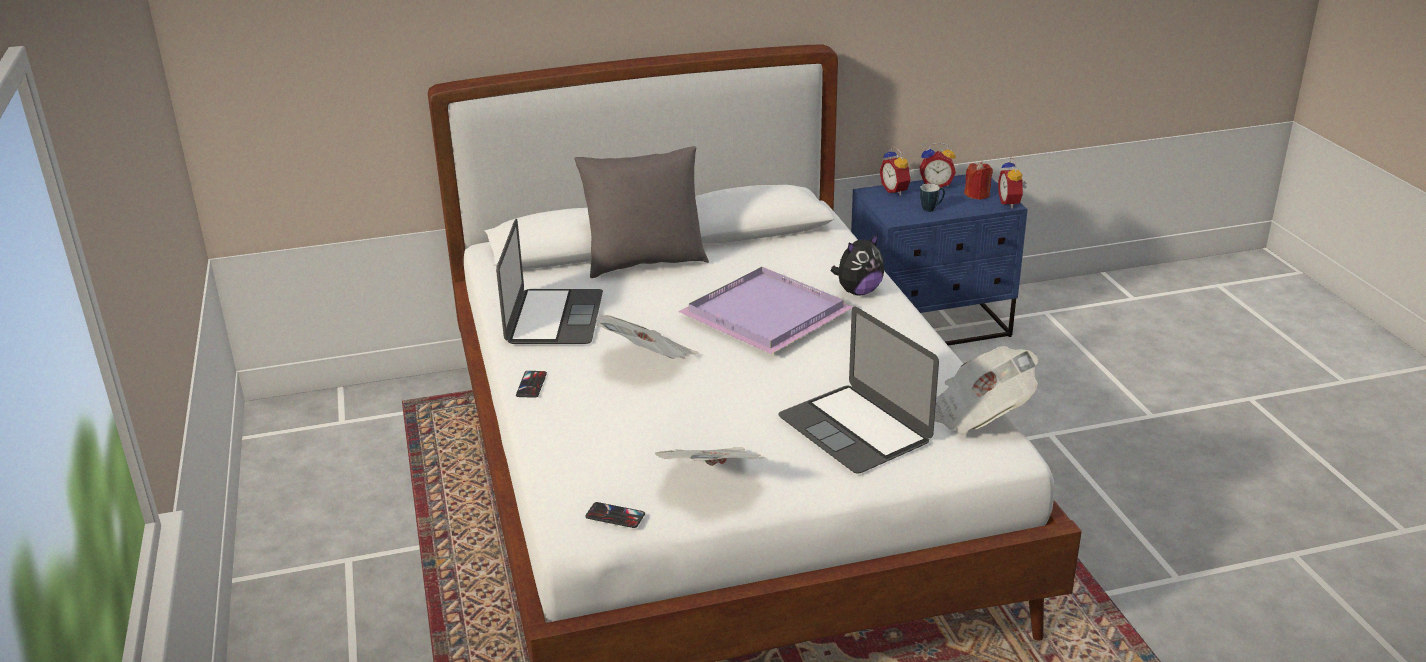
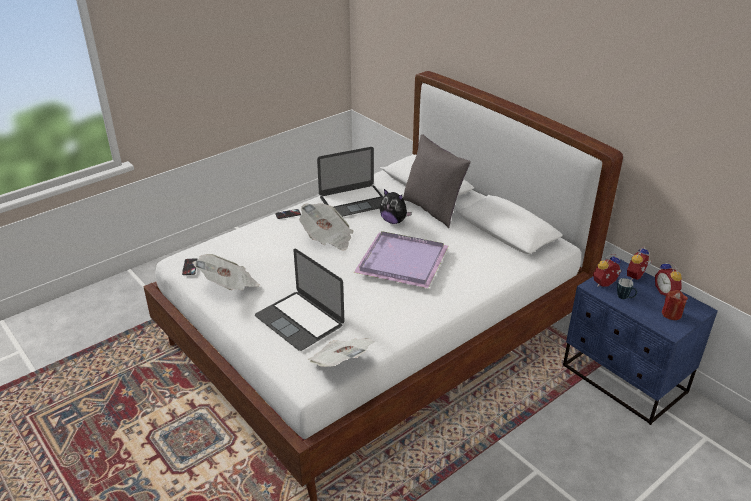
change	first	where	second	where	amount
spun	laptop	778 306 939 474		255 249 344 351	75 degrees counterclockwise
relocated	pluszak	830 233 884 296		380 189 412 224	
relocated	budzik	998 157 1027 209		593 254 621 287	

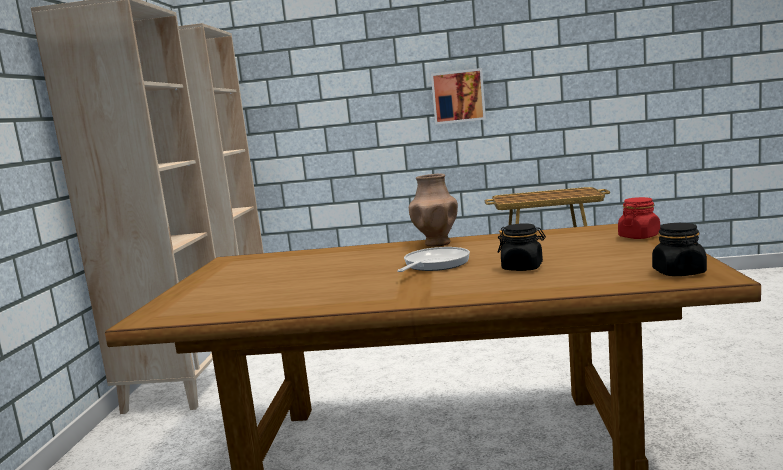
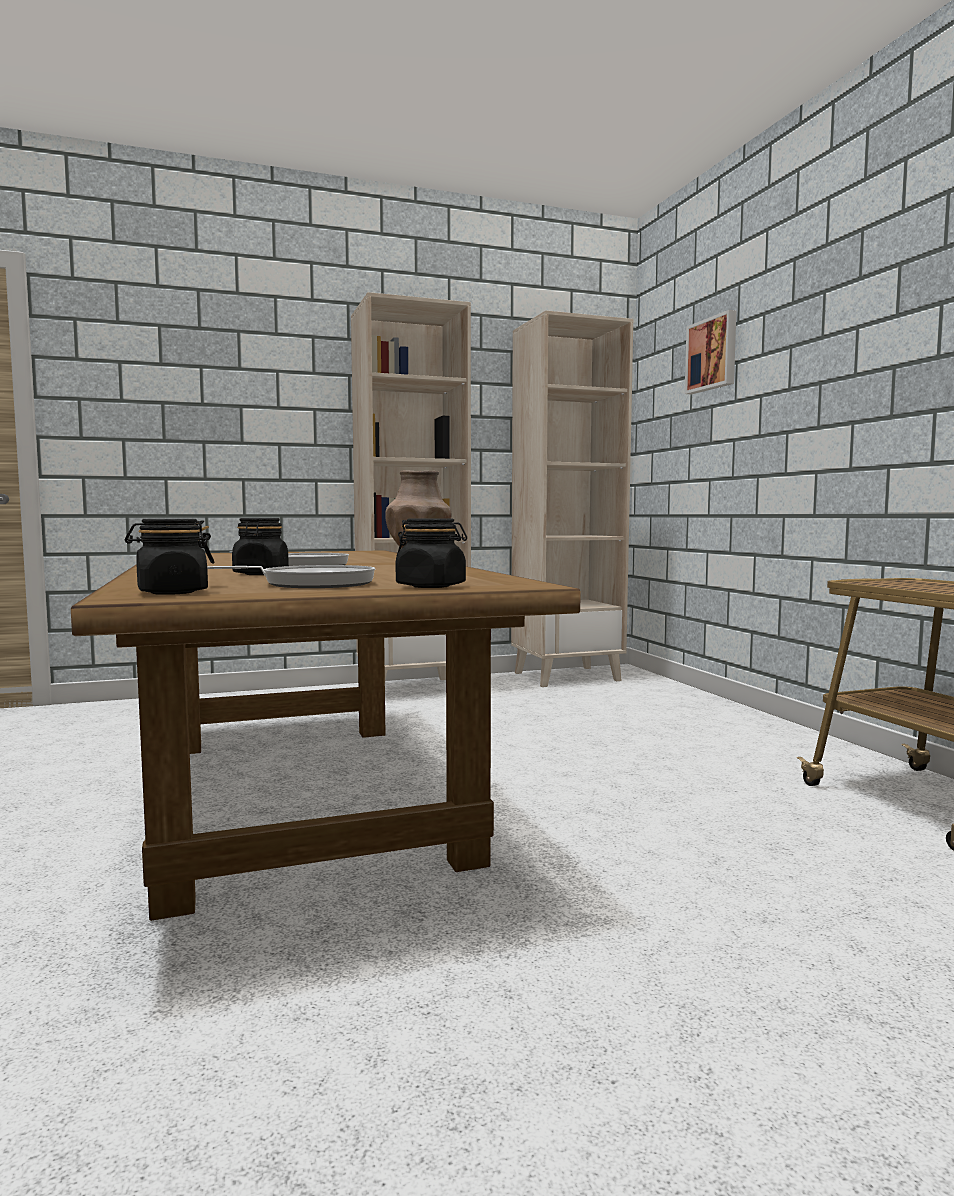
change	first	where	second	where	amount
appeared			patelnia	207 565 375 588	
colour	słoik/czerwony	618 197 660 239	słoik/czarny	395 518 467 588	
relocated	obraz	431 68 486 125		685 310 737 394	

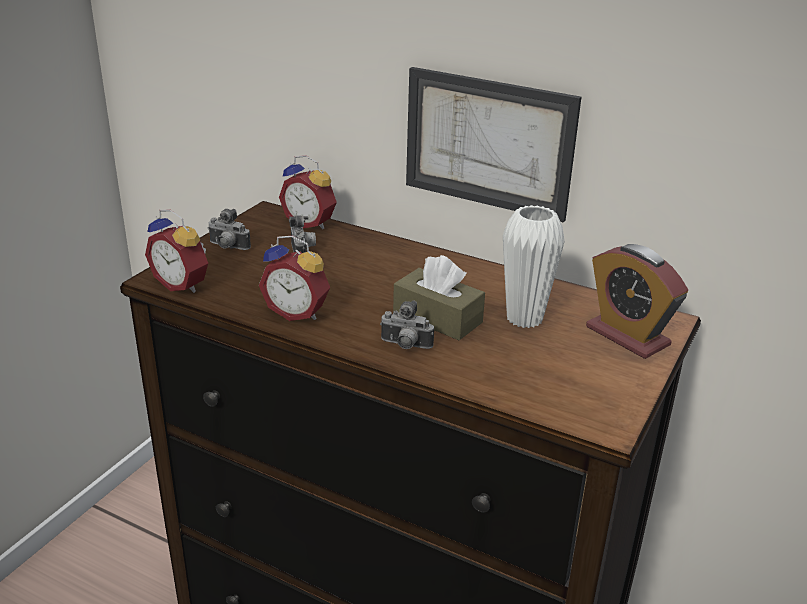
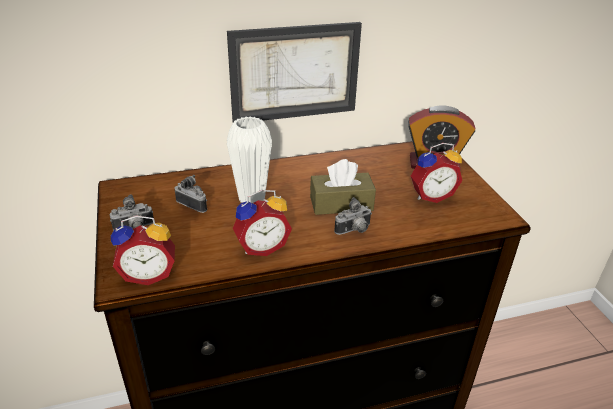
change	first	where	second	where	amount
relocated	wazon/biały	503 205 565 328		227 116 272 203	
relocated	budzik	279 155 337 229		411 143 462 203	

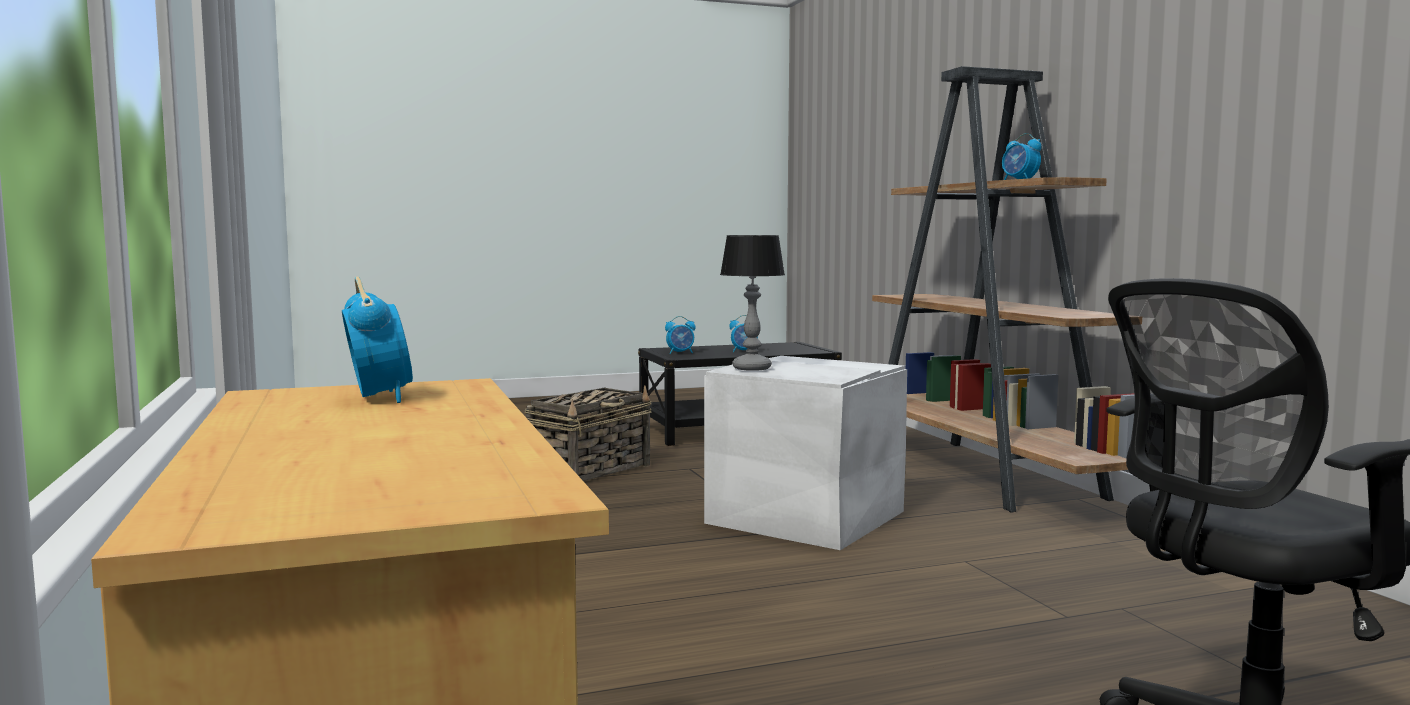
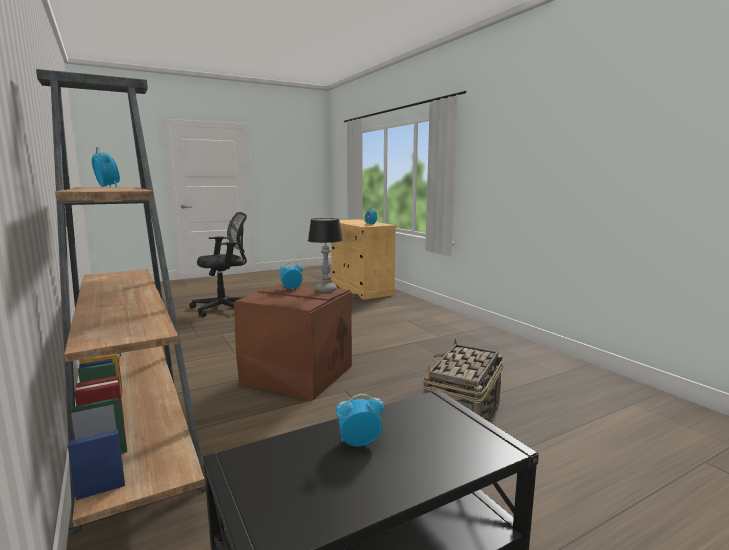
change	first	where	second	where	amount
colour	pojemnik do przechowywania/biały	704 356 907 550	pojemnik do przechowywania/brązowy	234 283 352 401	
relocated	budzik	665 316 696 354		279 262 303 289	

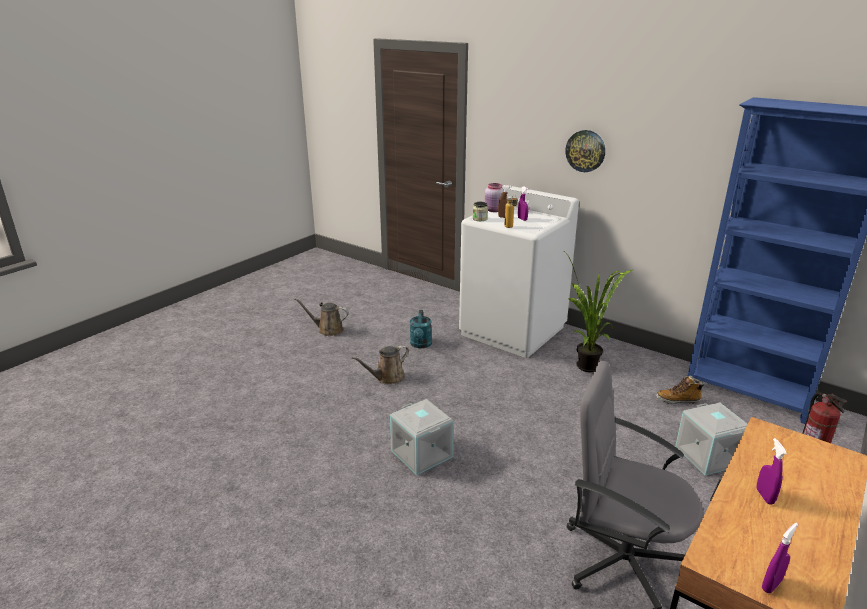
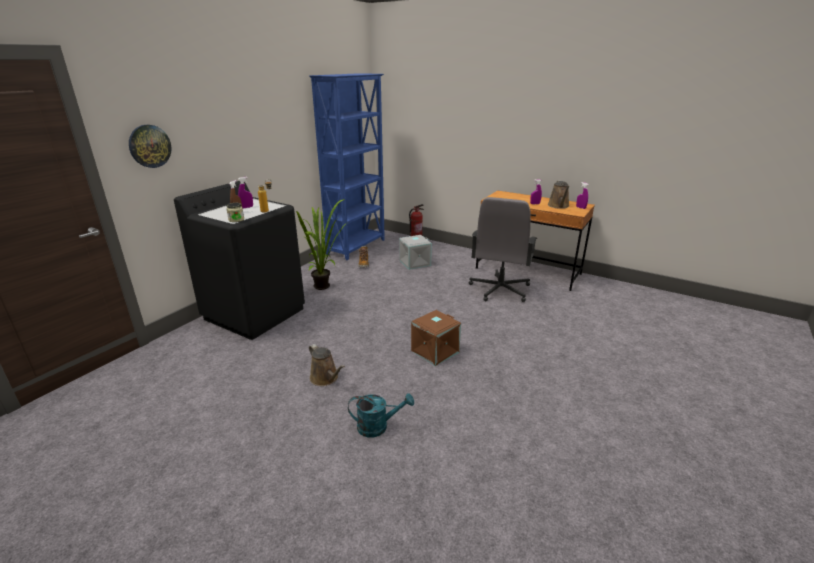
change	first	where	second	where	amount
relocated	zegar ścienny	565 130 605 172		129 125 172 168	
colour	pralka/biały	459 186 579 358	pralka/czarny	174 181 305 340	
relocated	konewka/turkusowy	410 310 432 348		348 393 414 438	
colour	pojemnik do przechowywania/szary	390 399 454 475	pojemnik do przechowywania/brązowy	411 310 461 366	
relocated	konewka/brązowy	294 298 349 336		548 181 570 209	
missing	słoik/różowy	485 183 504 212			

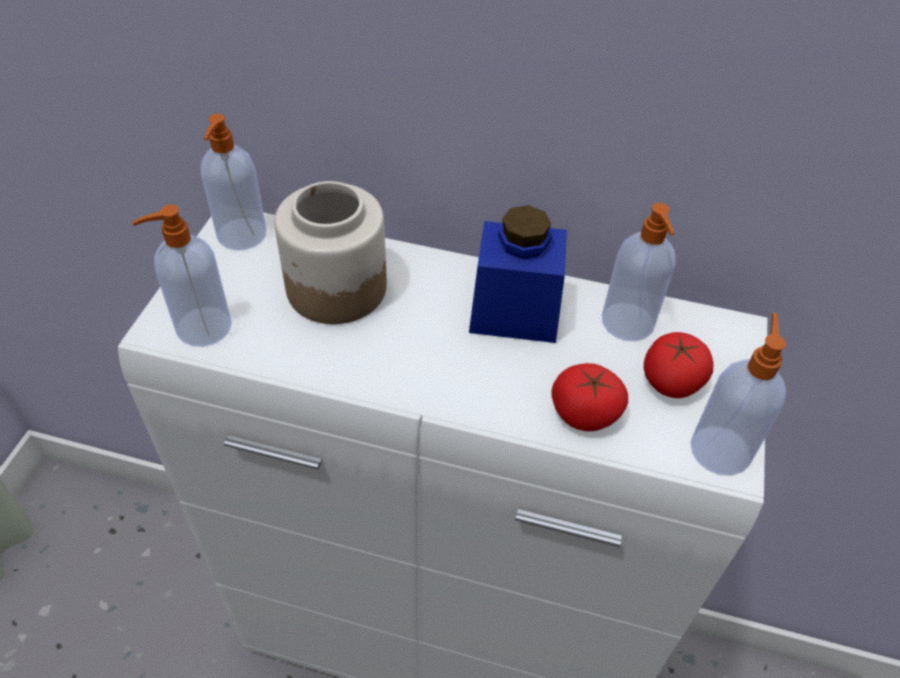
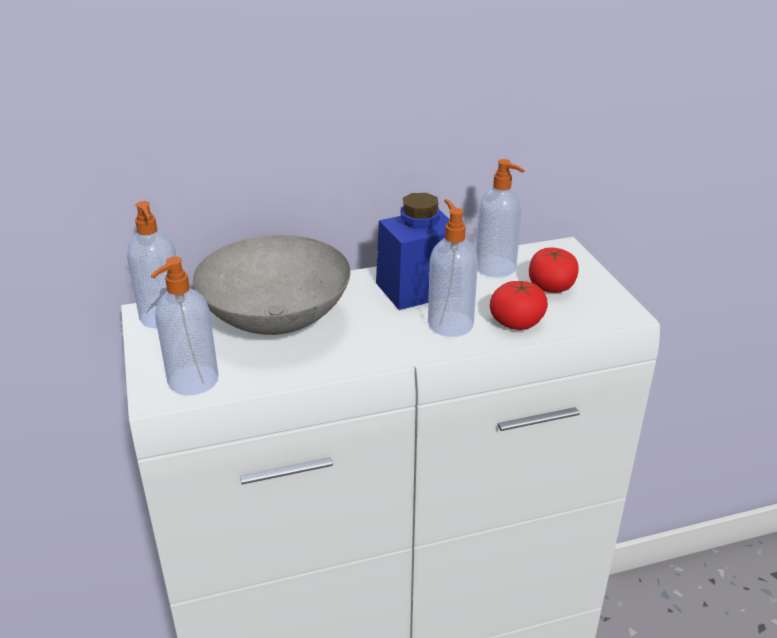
change	first	where	second	where	amount
exchanged	słoik	274 181 387 324	miska/szary	193 235 351 335	
relocated	dozownik mydła	690 312 786 476		428 199 478 337	

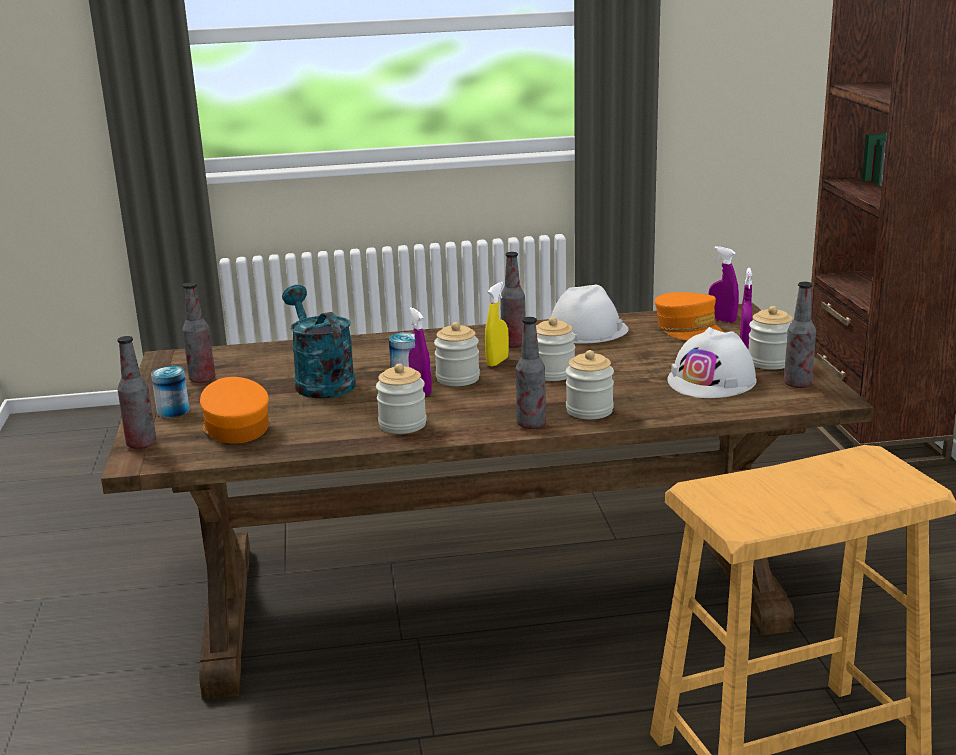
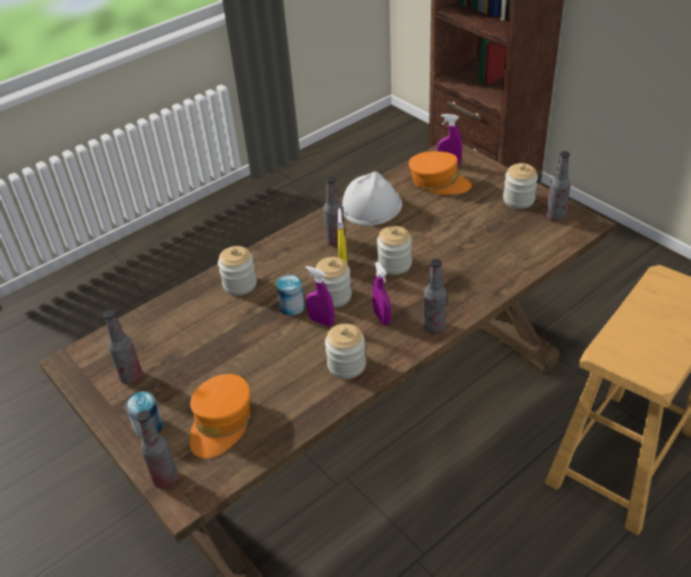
change	first	where	second	where	amount
spun	czapka z daszkiem/pomarańczowy	200 377 270 444		190 374 251 458	105 degrees counterclockwise
relocated	słoik	566 350 614 419		218 246 257 295	
relocated	spryskiwacz/fioletowy	740 268 752 349		372 262 391 325	
missing	konewka/turkusowy	282 285 356 399			
missing	kask/biały	667 327 757 398			

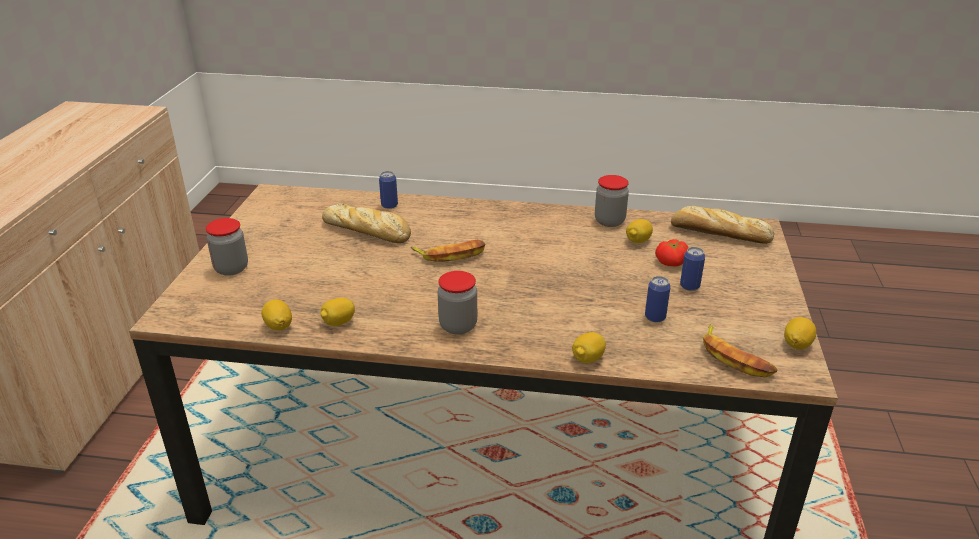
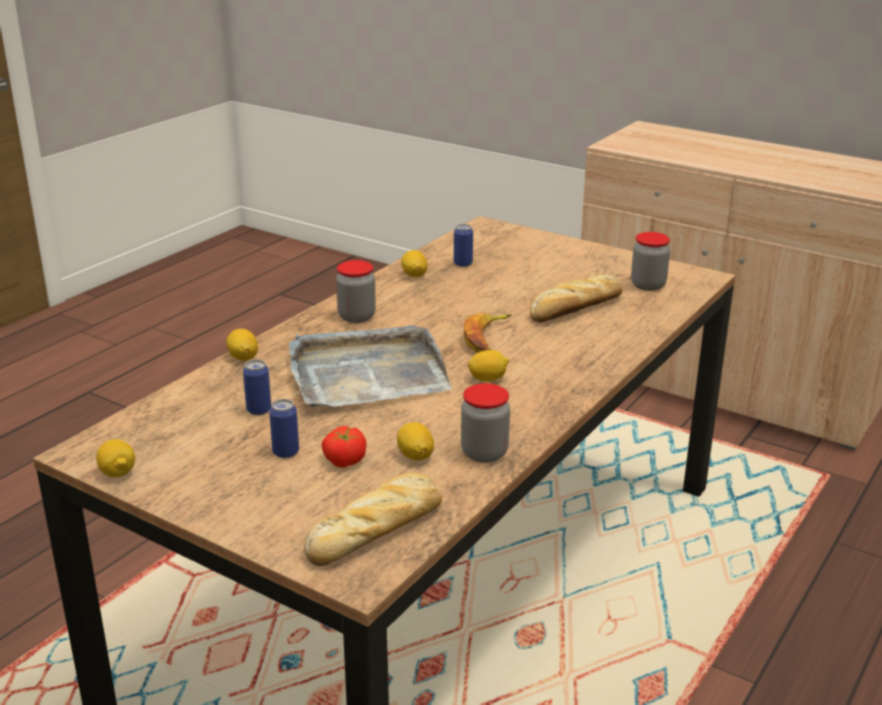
change	first	where	second	where	amount
appeared			taca/szary	289 325 452 407	
relocated	puszka	379 171 398 209		454 224 473 267	
relocated	cytryna	261 300 292 330		468 350 509 382	
relocated	słoik	206 218 248 276		631 232 670 291	
missing	banan	703 323 778 377			

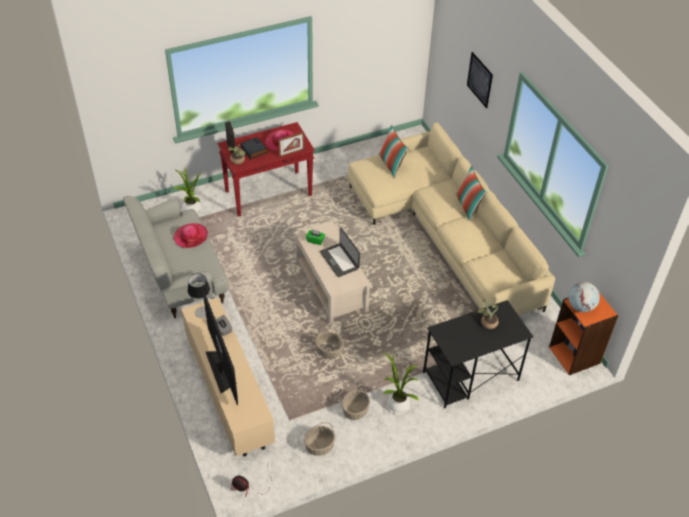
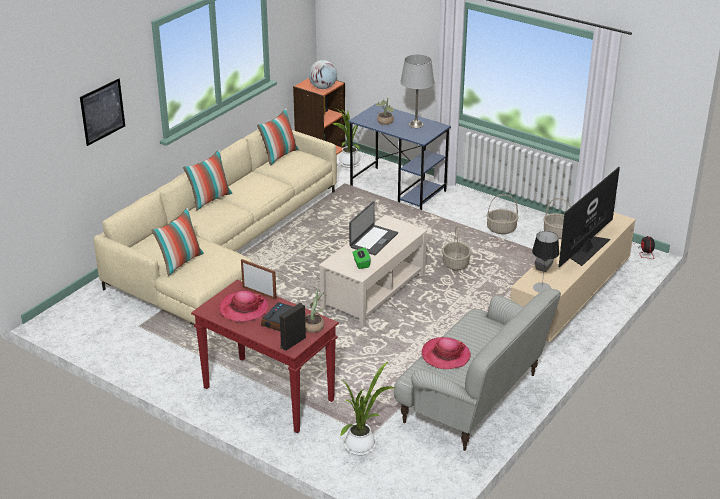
change	first	where	second	where	amount
appeared			poduszka	257 108 299 166	
relocated	roślina doniczkowa	383 352 419 414		333 109 360 168	
colour	biurko/czarny	423 300 533 408	biurko/niebieski	348 103 451 210	
appeared			lampa stołowa/szary	400 54 434 128	

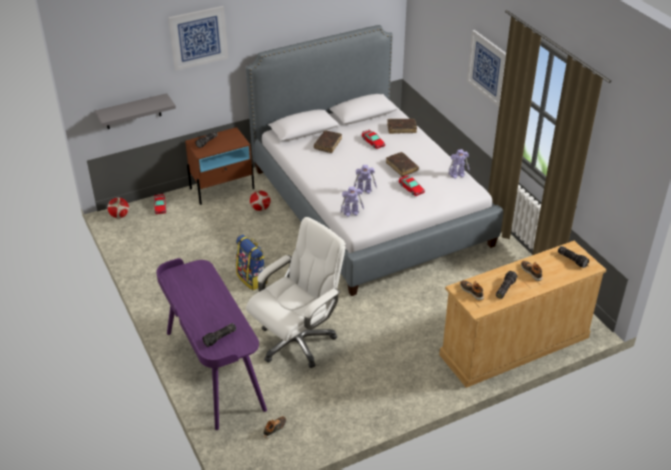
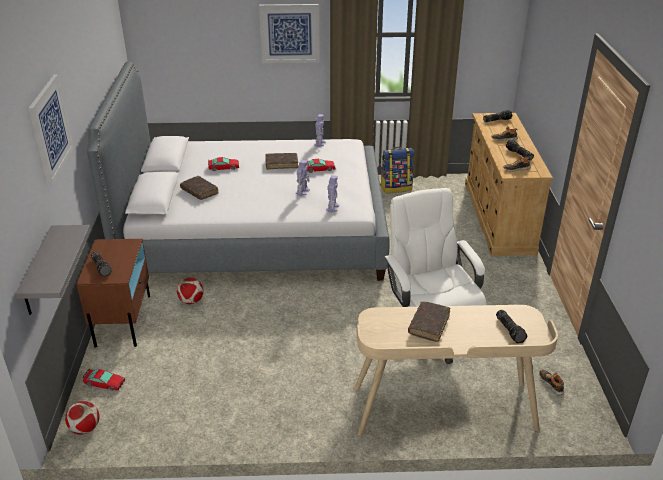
change	first	where	second	where	amount
colour	biurko/fioletowy	156 258 267 430	biurko/beżowy	354 305 558 436	
relocated	plecak	235 235 268 290		380 147 414 193	
relocated	książka/brązowy	387 119 417 134		408 302 450 342	

